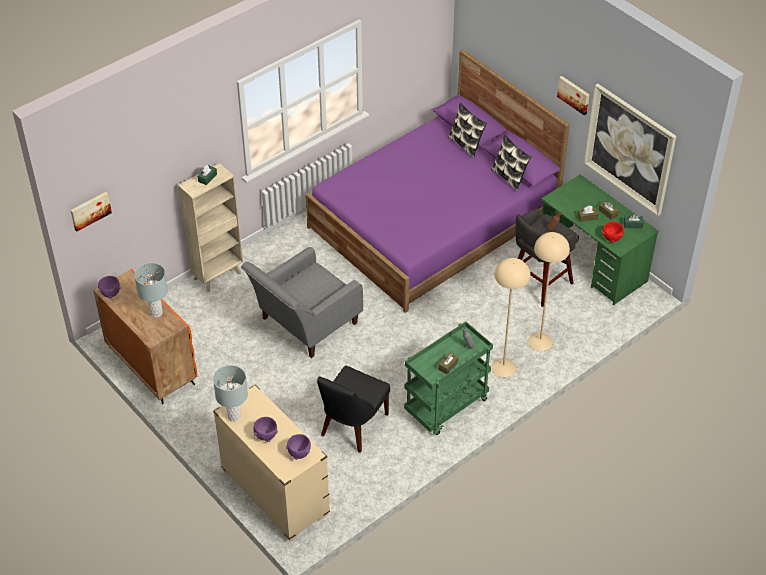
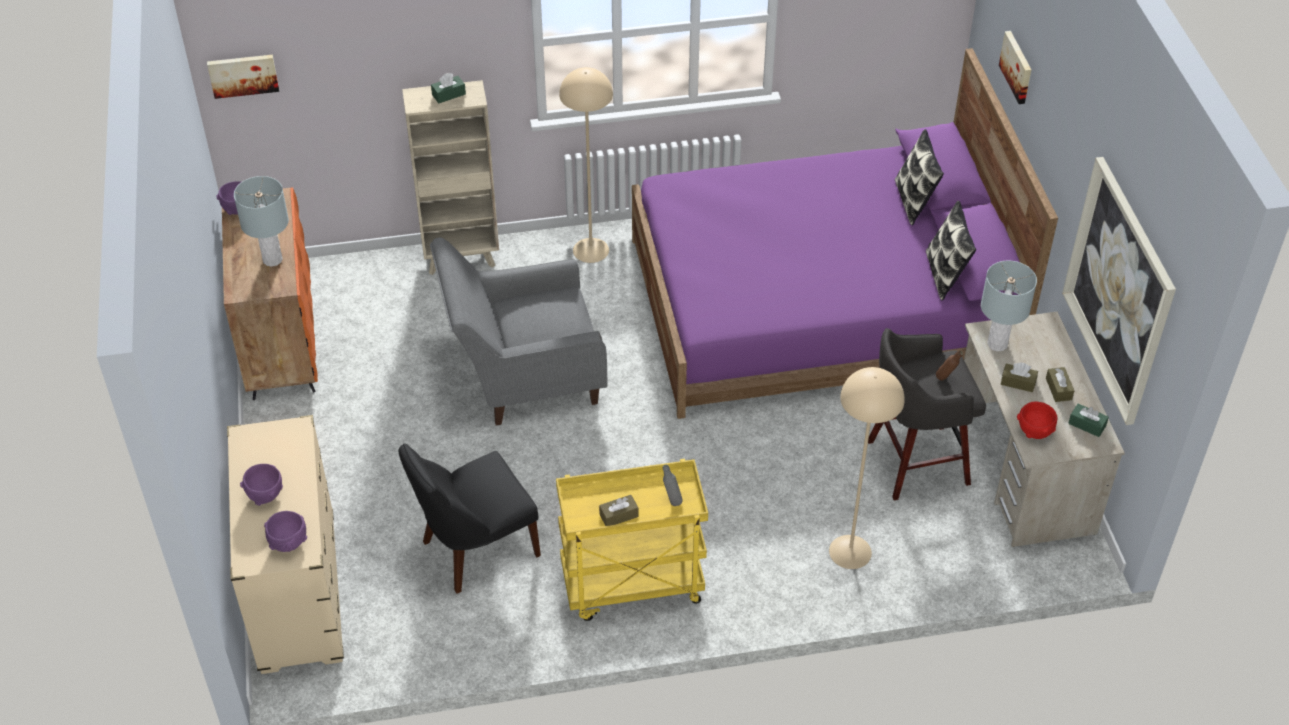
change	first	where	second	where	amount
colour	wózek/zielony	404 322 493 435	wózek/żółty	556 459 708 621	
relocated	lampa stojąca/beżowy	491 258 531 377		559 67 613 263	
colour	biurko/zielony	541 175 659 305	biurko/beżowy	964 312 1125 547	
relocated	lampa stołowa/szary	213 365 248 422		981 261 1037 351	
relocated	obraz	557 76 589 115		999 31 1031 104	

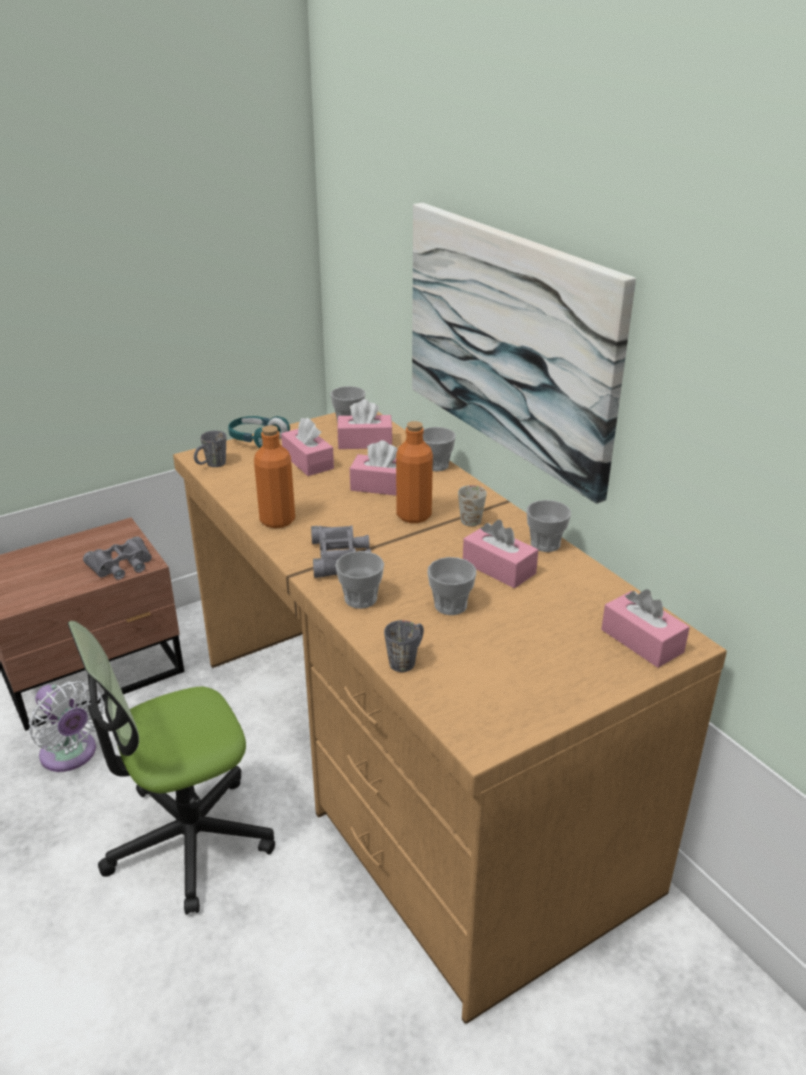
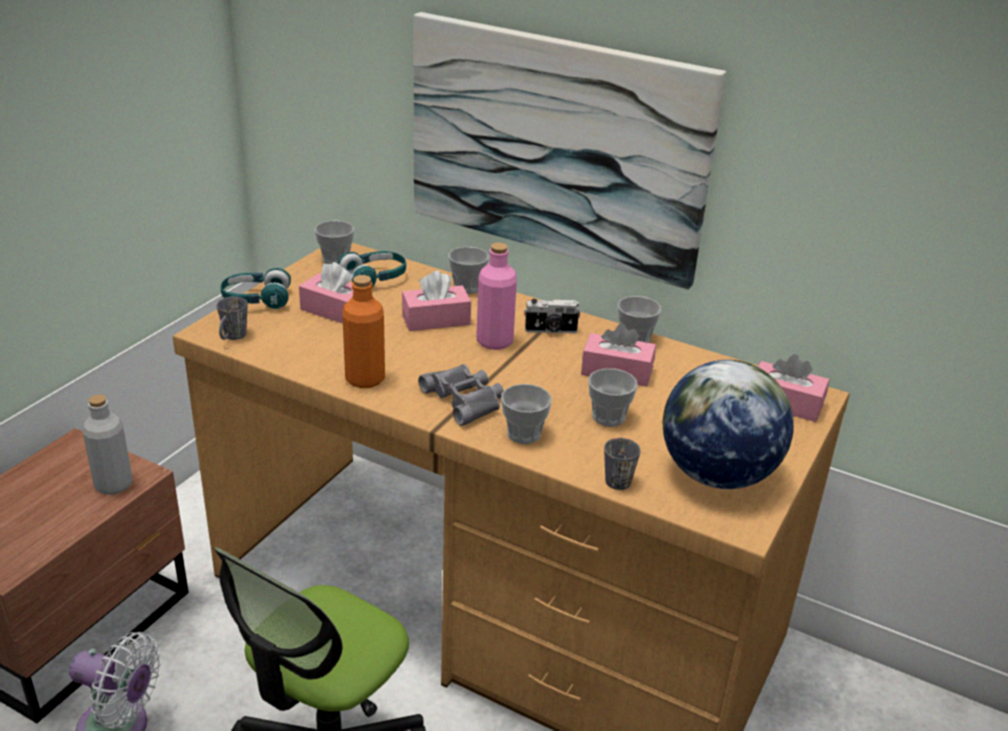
change	first	where	second	where	amount
exchanged	lornetka/szary	83 536 152 580	butelka/szary	83 394 132 495	
exchanged	pudełko chusteczek/różowy	337 399 392 449	słuchawki/turkusowy	338 251 406 287	
colour	butelka/pomarańczowy	396 421 433 523	butelka/różowy	476 243 517 350	
exchanged	kubek/biały	458 485 487 526	aparat fotograficzny	524 299 581 333	
appeared			globus	663 360 794 489	

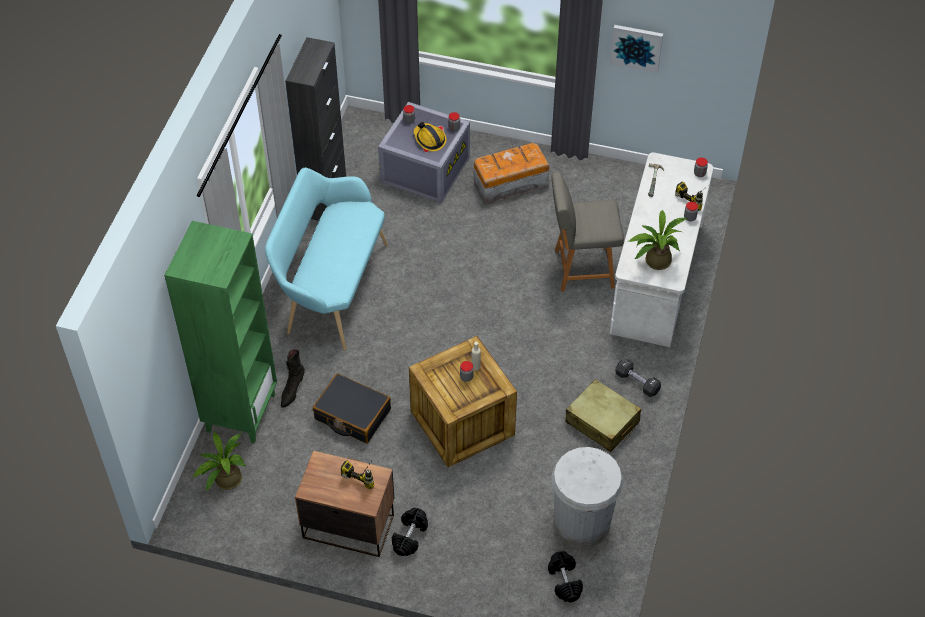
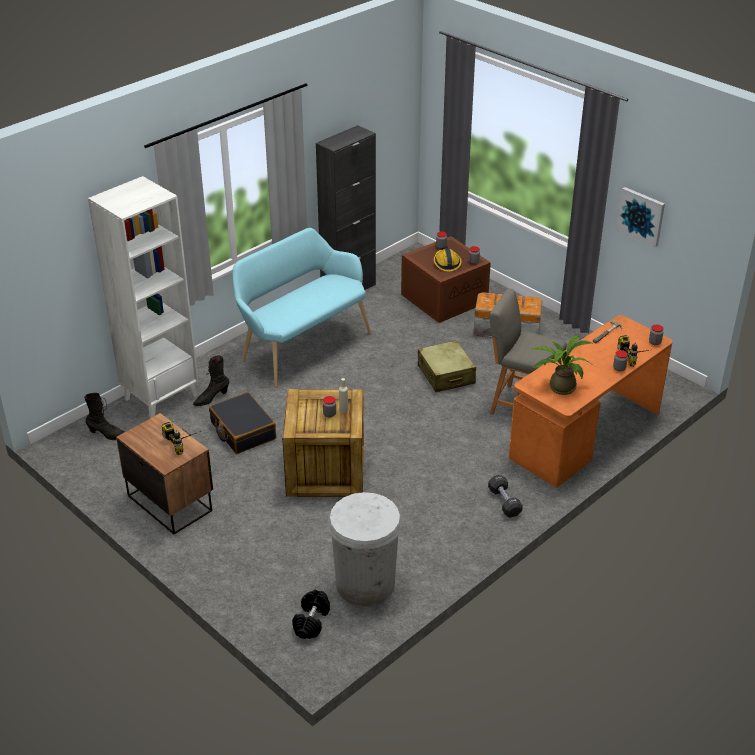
change	first	where	second	where	amount
exchanged	roślina doniczkowa	193 432 246 491	but z cholewką/czarny	84 393 124 440	
colour	regał/zielony	164 221 277 444	regał/biały	88 176 199 418	
colour	pojemnik do przechowywania/szary	378 102 470 203	pojemnik do przechowywania/brązowy	401 236 491 323	
relocated	walizka/beżowy	566 379 641 452		418 340 476 392	
colour	biurko/biały	610 152 713 347	biurko/pomarańczowy	509 315 673 488	
missing	hantel/czarny	392 508 428 556			

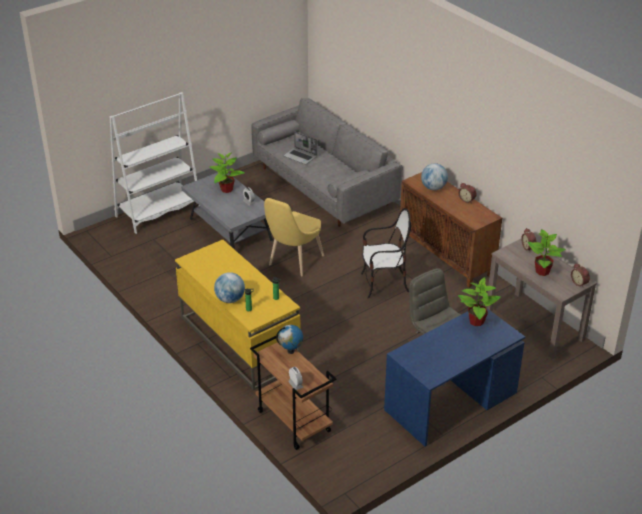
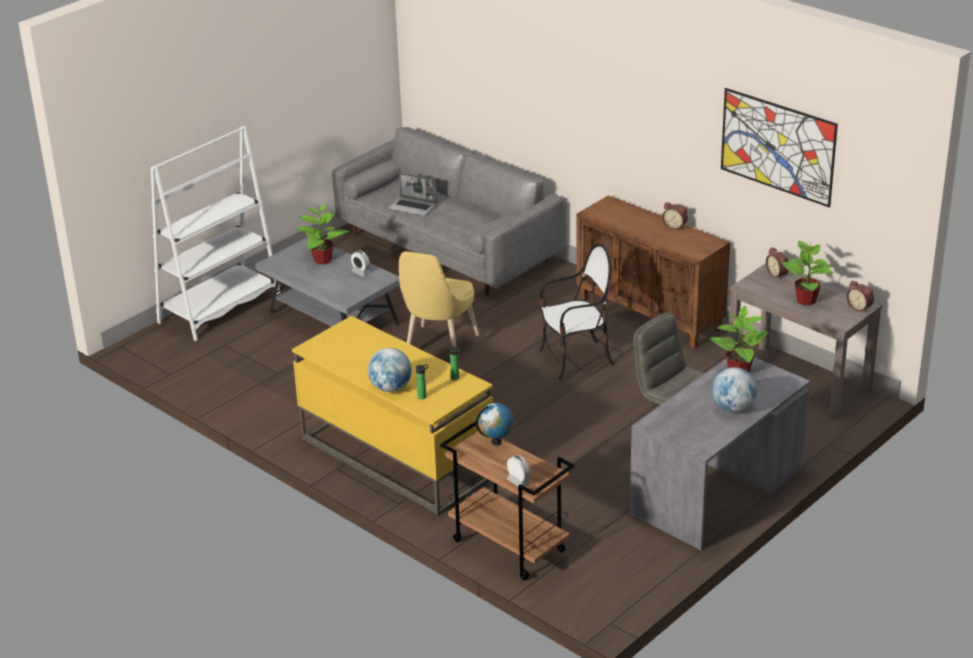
change	first	where	second	where	amount
colour	biurko/niebieski	384 304 525 446	biurko/szary	630 357 810 550	
relocated	globus	421 163 448 190		712 367 757 412	
appeared			obraz	721 88 838 207	

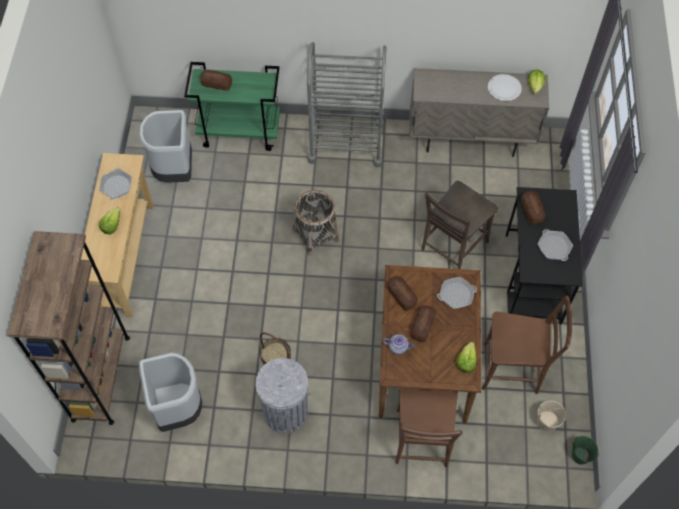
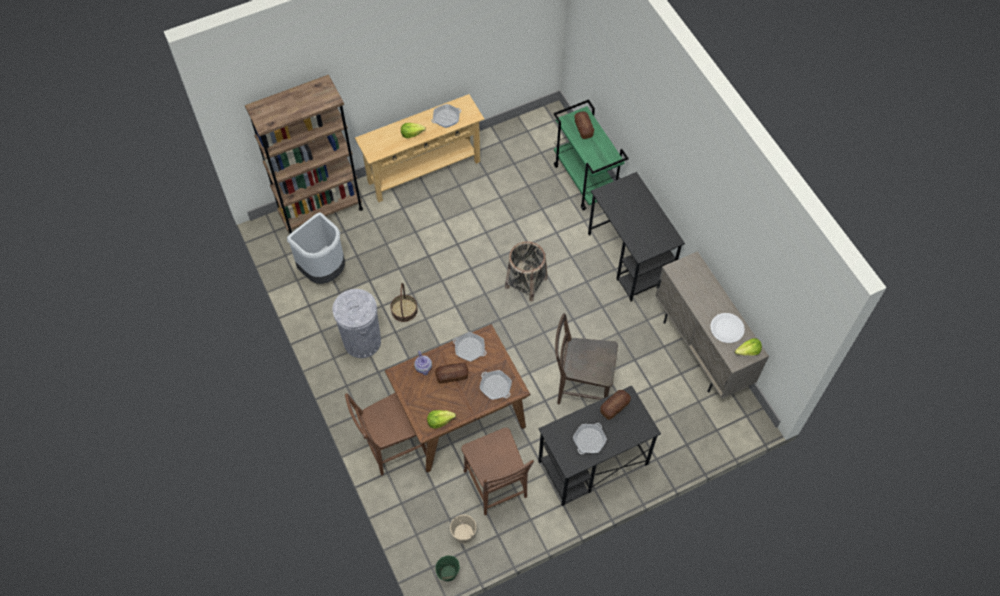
change	first	where	second	where	amount
exchanged	chleb	387 276 418 311	patelnia	453 332 487 362	
exchanged	wózek/szary	307 42 386 168	biurko/czarny	588 172 685 301	
missing	kosz na śmieci/szary	139 110 192 183			

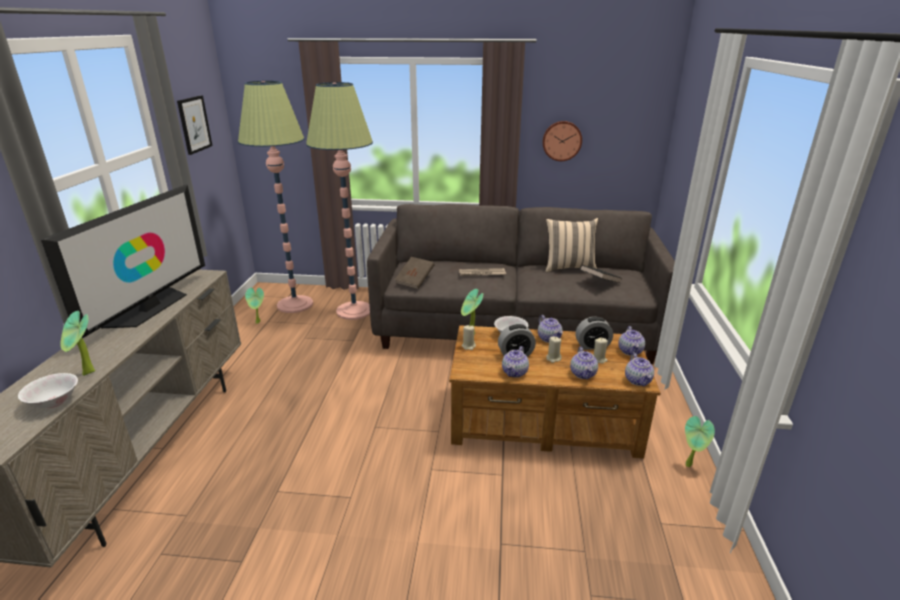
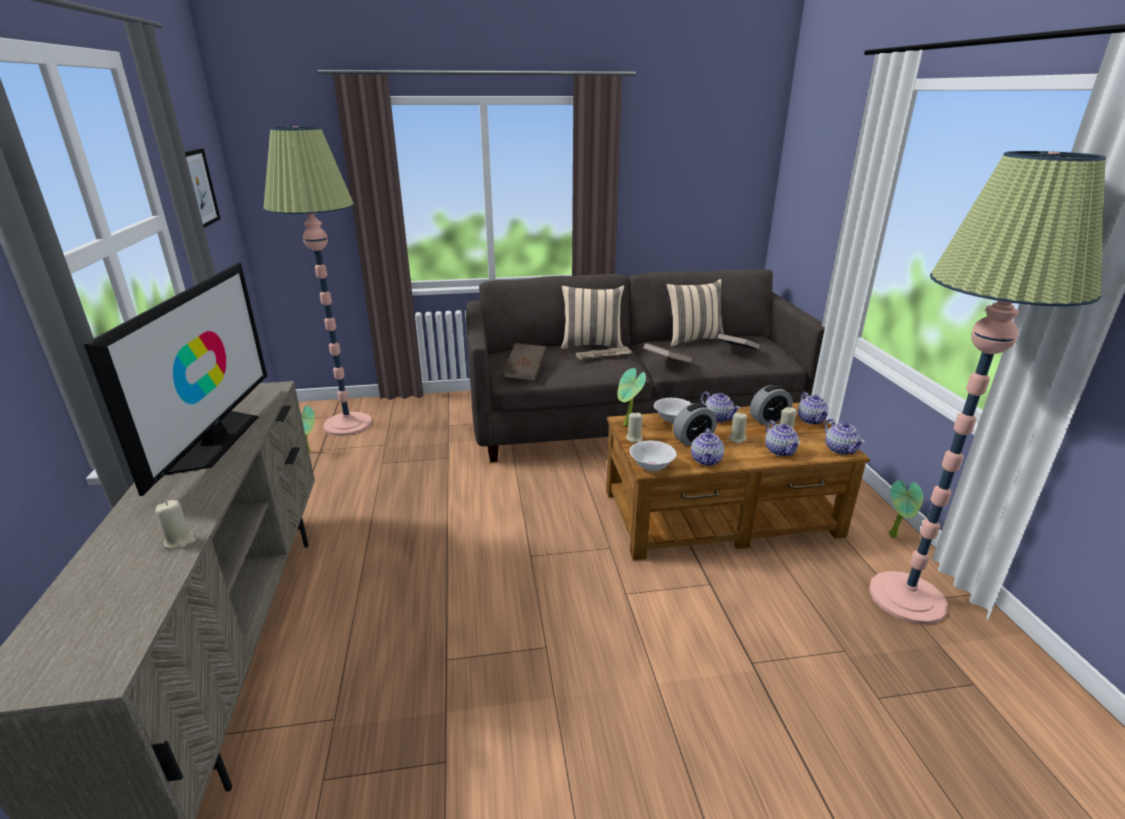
change	first	where	second	where	amount
exchanged	roślina doniczkowa	60 311 95 376	świeca/beżowy	155 500 196 549	
appeared			poduszka/beżowy	561 286 624 349	
relocated	miska/biały	18 373 78 408		630 441 677 471	
appeared			książka/brązowy	643 342 693 363	
relocated	lampa stojąca	306 82 373 320		869 151 1106 625	
missing	zegar ścienny	543 121 582 161			

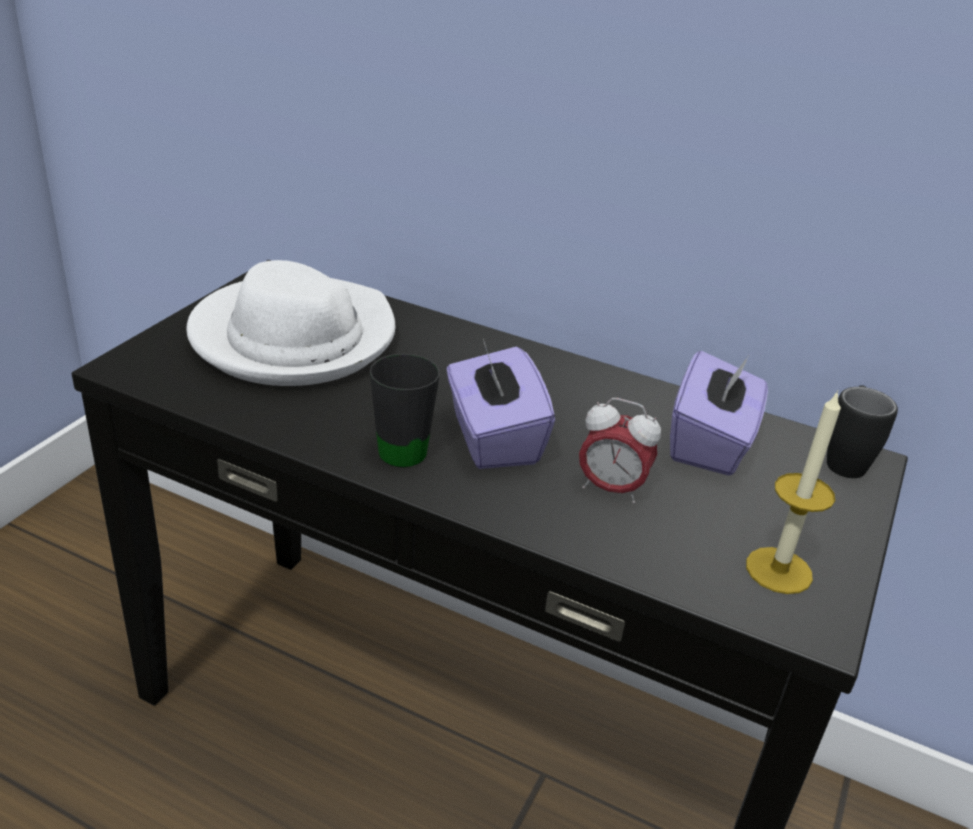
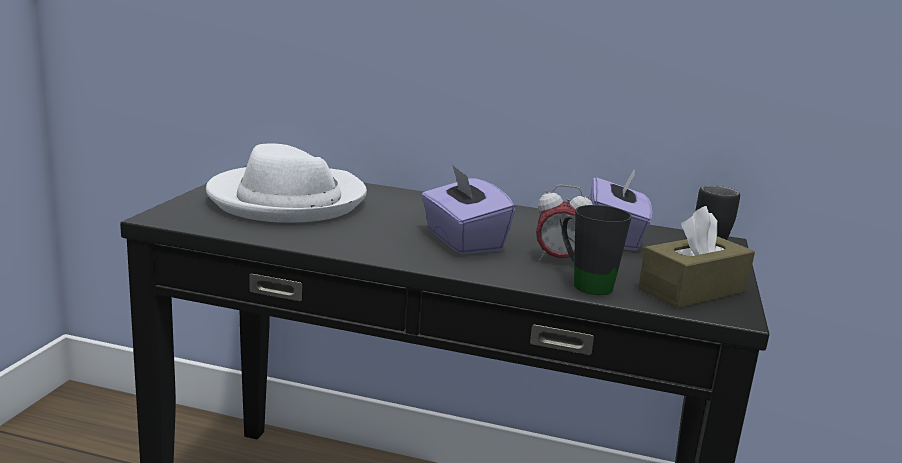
change	first	where	second	where	amount
relocated	kubek/czarny	370 354 440 467		562 205 632 295	
exchanged	świeca	746 390 841 594	pudełko chusteczek/brązowy	638 206 755 309	

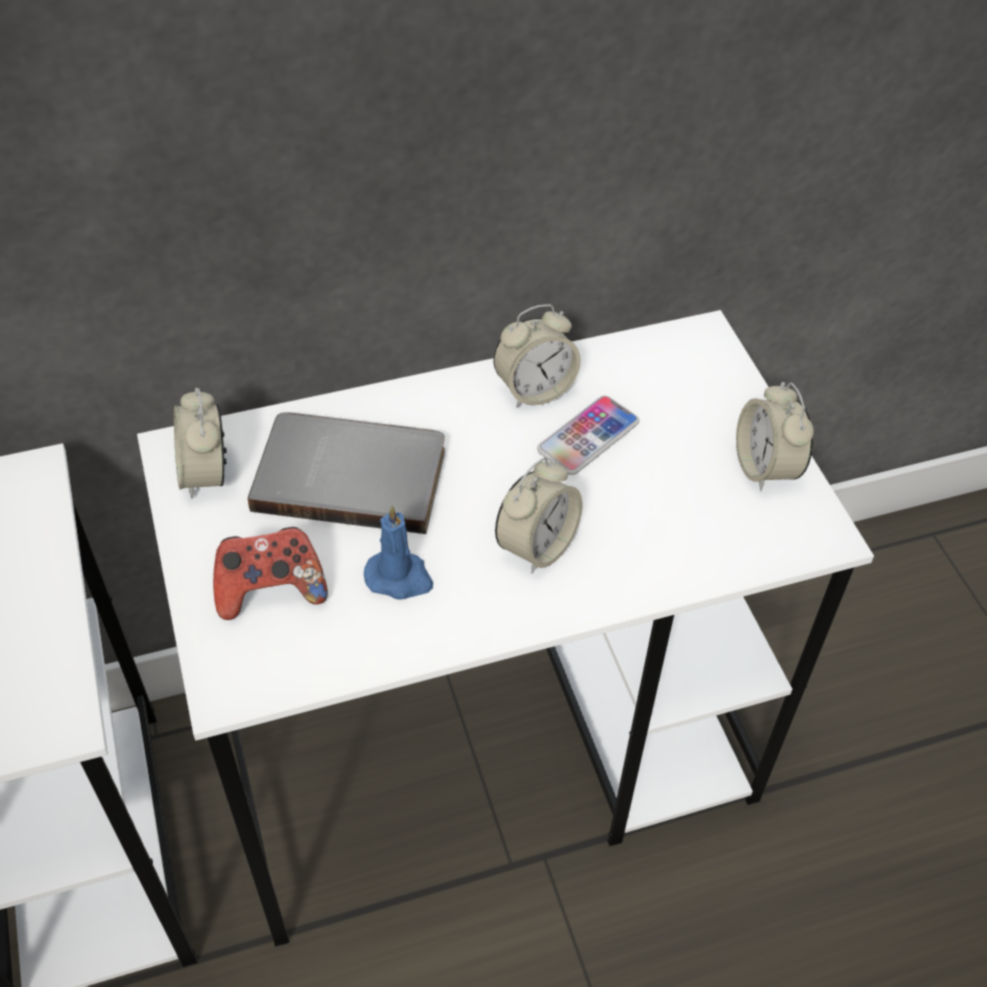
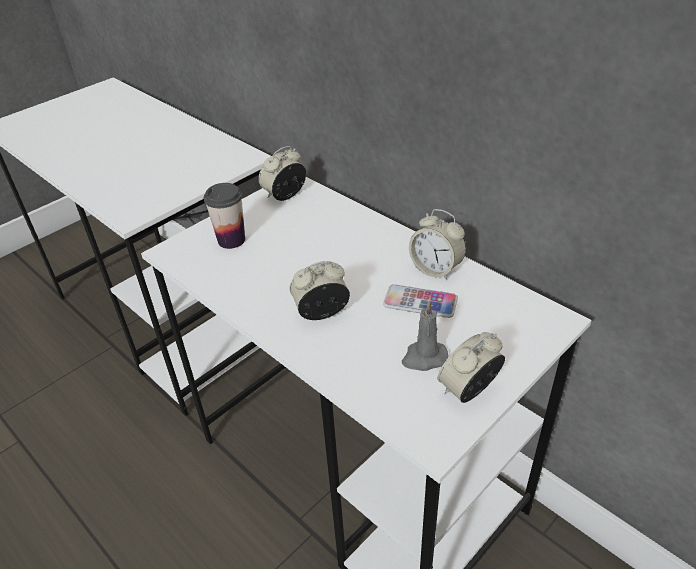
change	first	where	second	where	amount
exchanged	pad do gier	213 527 328 620	filiżanka	204 183 245 249	
spun	budzik	495 458 582 574		290 261 350 320	150 degrees clockwise
appeared			świeca/szary	402 301 448 371	
missing	książka/szary	248 412 445 534			
missing	świeca/niebieski	364 505 433 600			

